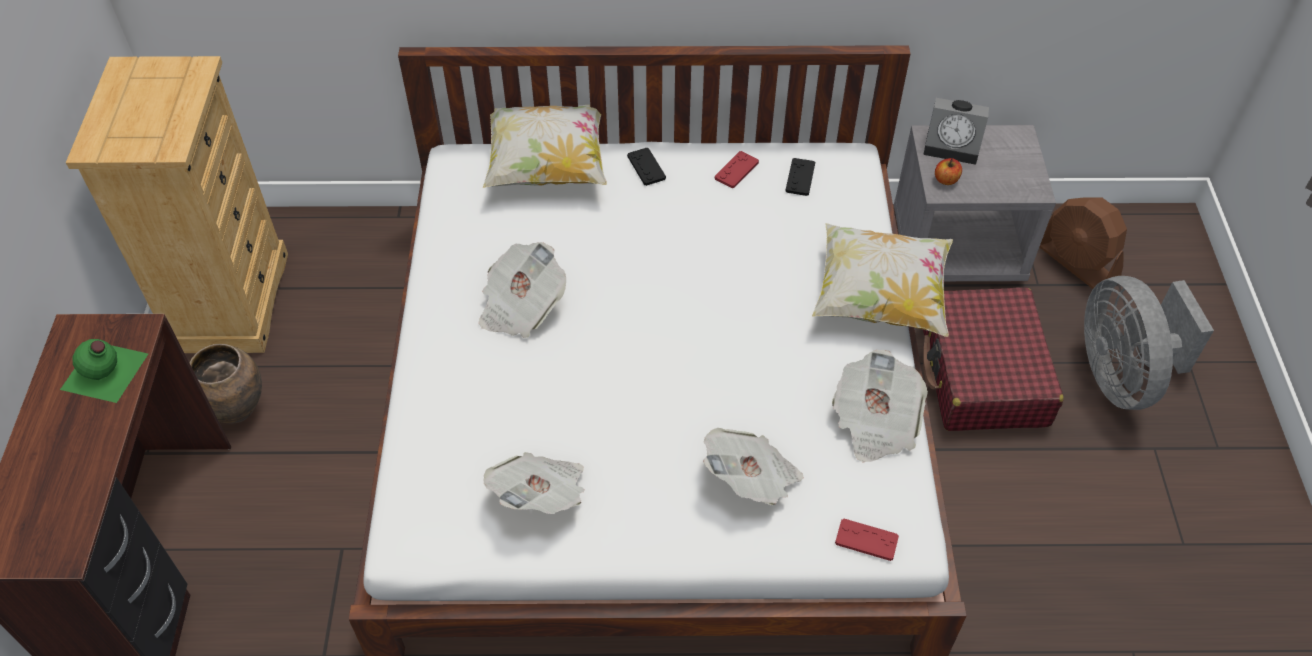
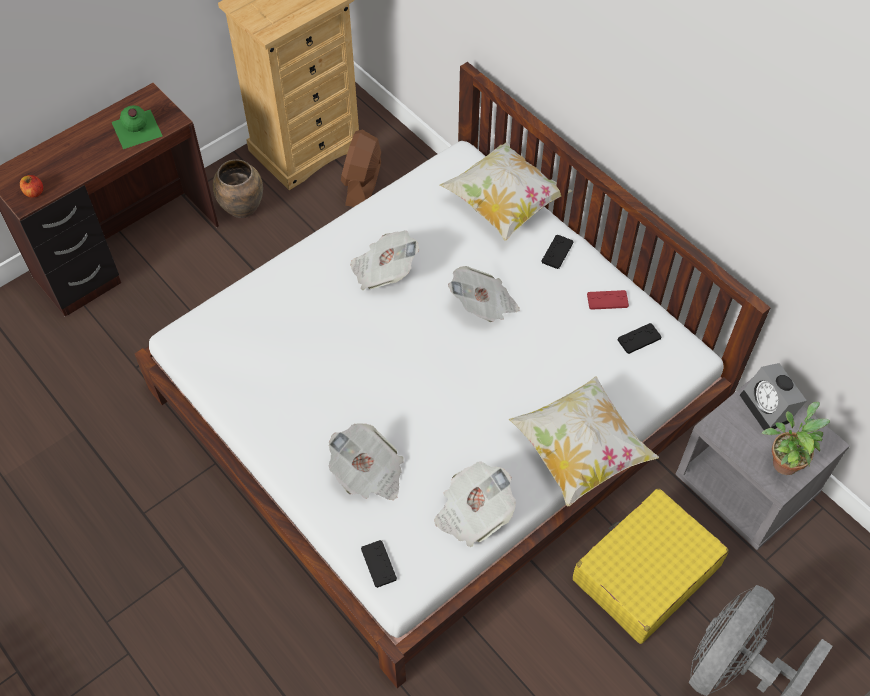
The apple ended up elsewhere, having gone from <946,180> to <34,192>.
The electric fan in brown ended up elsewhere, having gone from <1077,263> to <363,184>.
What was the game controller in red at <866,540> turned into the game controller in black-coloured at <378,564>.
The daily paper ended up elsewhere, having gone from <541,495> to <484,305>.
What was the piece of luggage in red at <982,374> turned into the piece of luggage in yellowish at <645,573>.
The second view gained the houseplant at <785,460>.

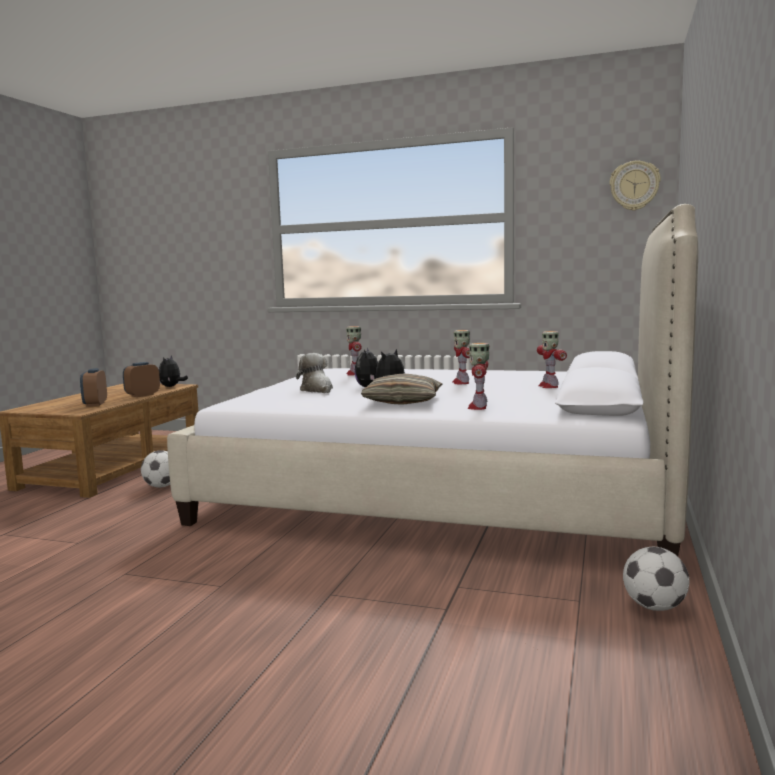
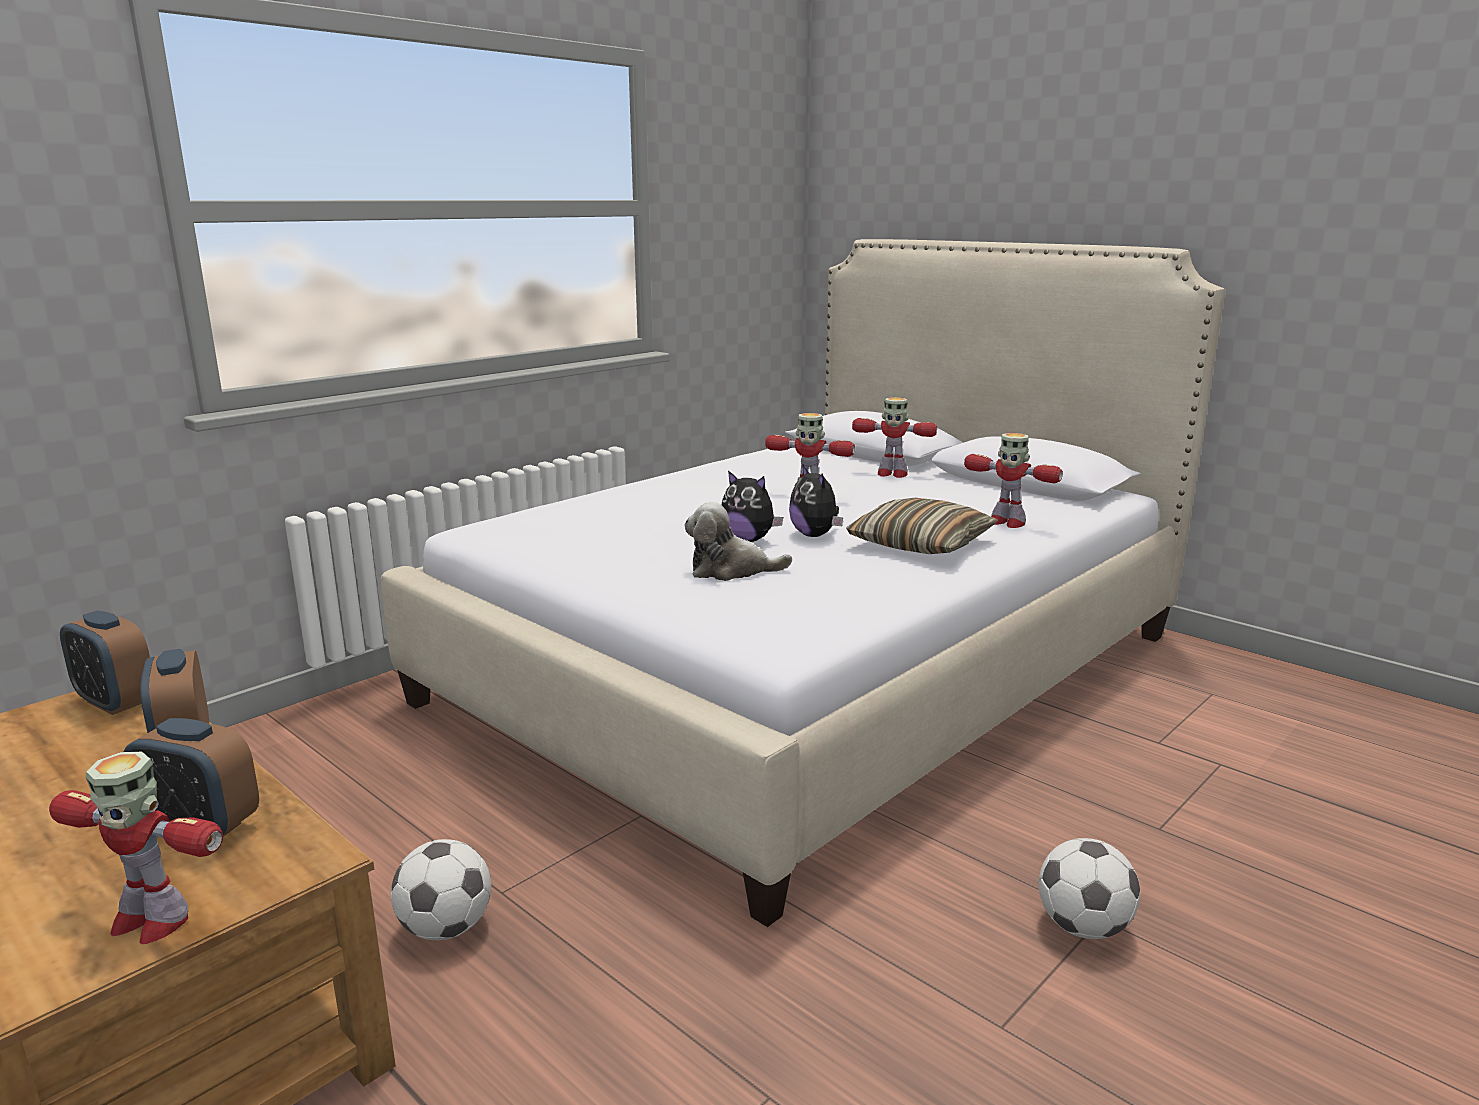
The robot figure ended up elsewhere, having gone from <354,374> to <150,920>.
Where the plush toy stood at <171,386>, the bedside clock came to stand at <116,702>.
The football ended up elsewhere, having gone from <654,607> to <1083,927>.
The second view lost the hanging clock at <634,186>.

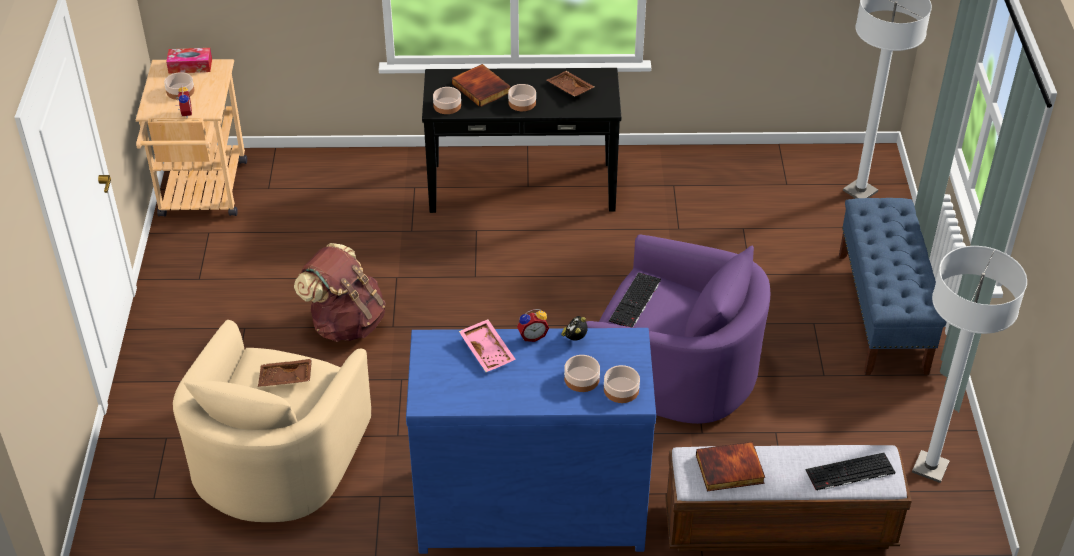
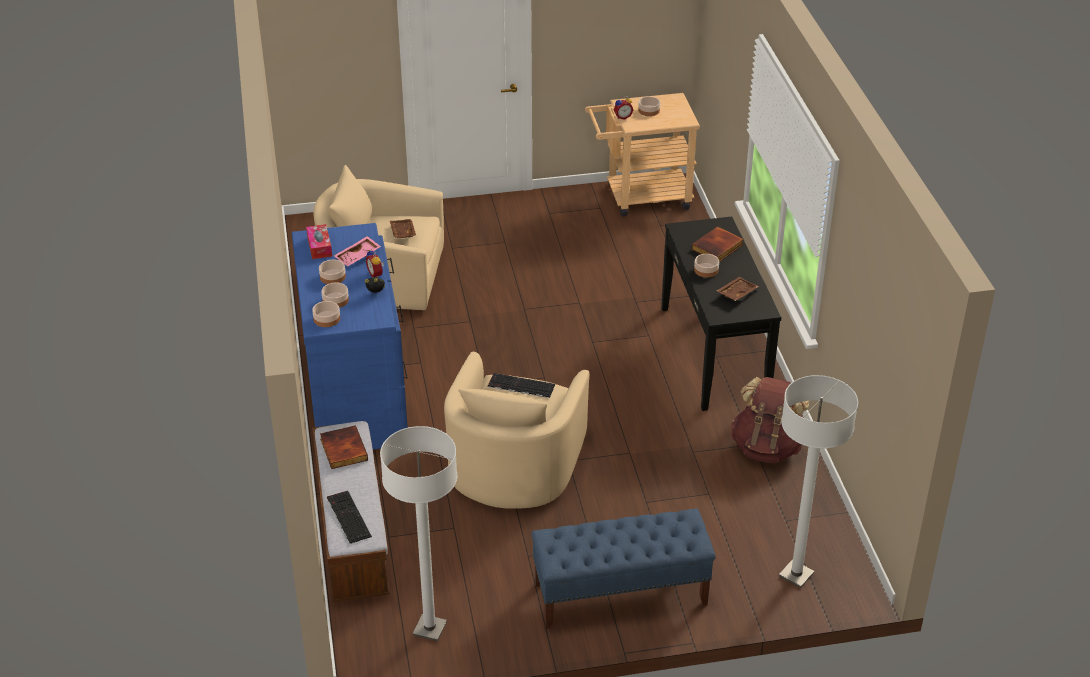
The tissue holder ended up elsewhere, having gone from <190,66> to <319,246>.
The serving bowl ended up elsewhere, having gone from <447,105> to <333,277>.
What was the armchair in purplish at <675,369> turned into the armchair in beige-coloured at <513,463>.
The backpack in brown ended up elsewhere, having gone from <346,323> to <766,447>.

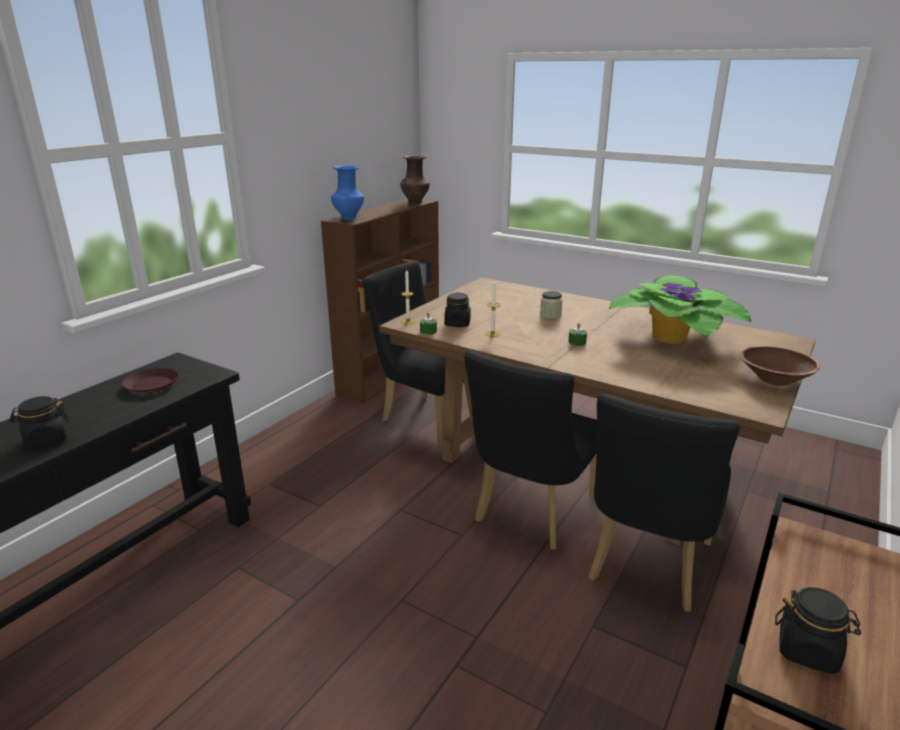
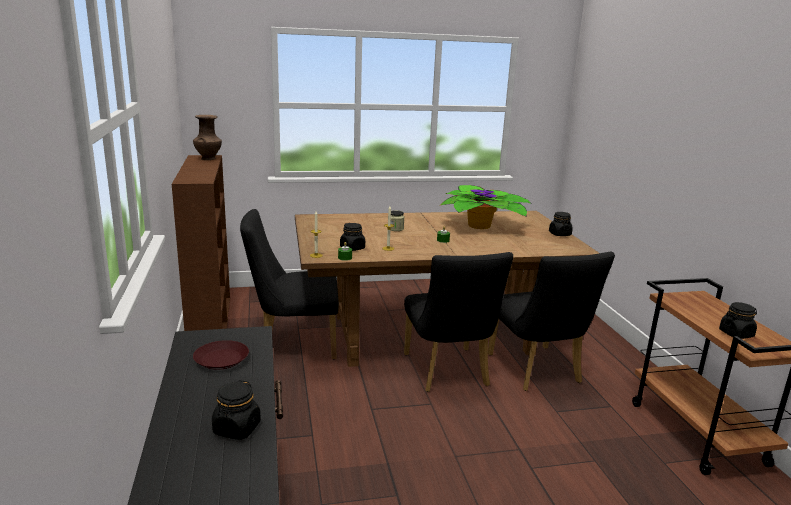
Where the serving bowl in brown stood at <774,379>, the jar in black-coloured came to stand at <559,234>.
The second view lost the decorative vase in blue at <348,218>.

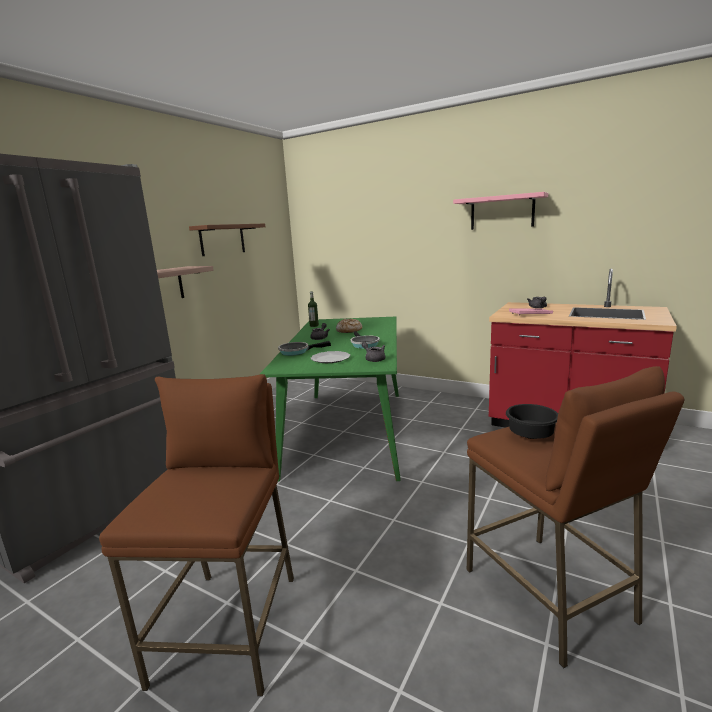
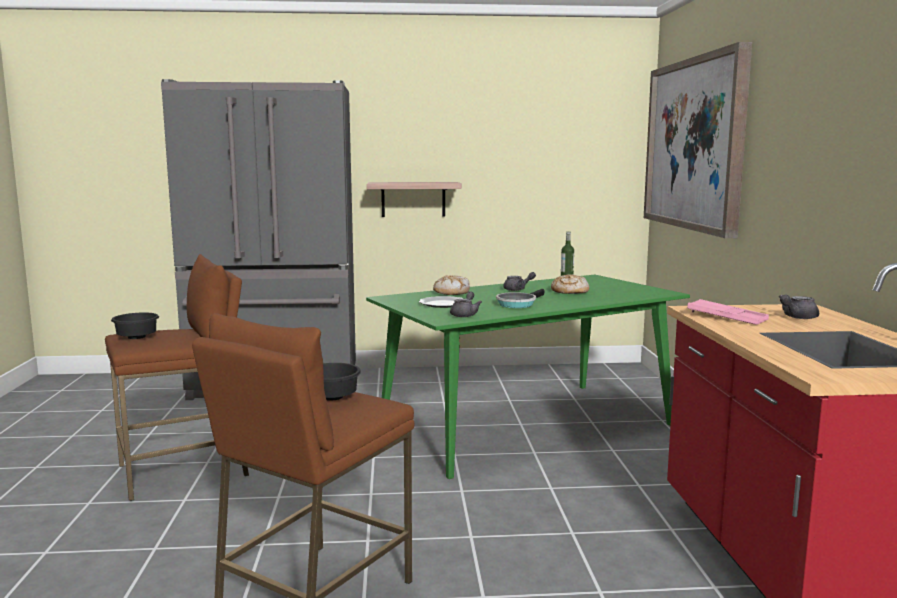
The second view gained the serving bowl in black-coloured at <138,338>.
Where the pan stood at <296,351>, the bread came to stand at <451,292>.
The second view gained the wall picture at <694,144>.
The second view lost the bracket shelf in brown at <222,239>.
The second view lost the bracket shelf in pinkish at <502,212>.

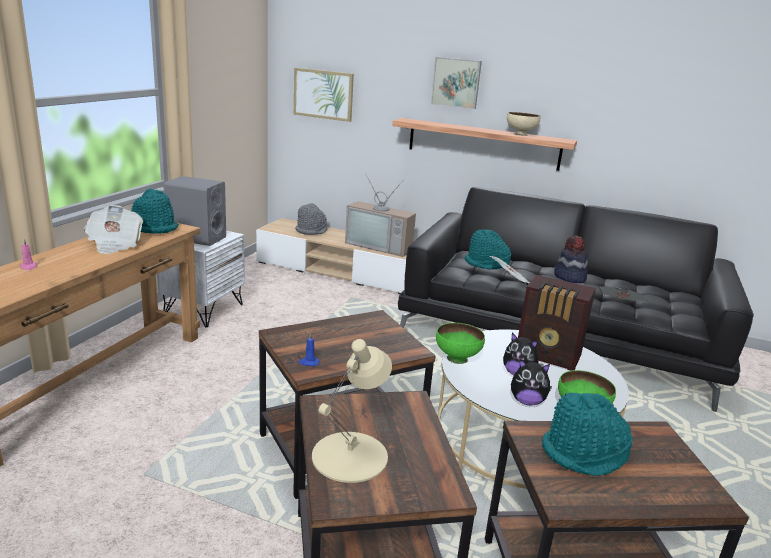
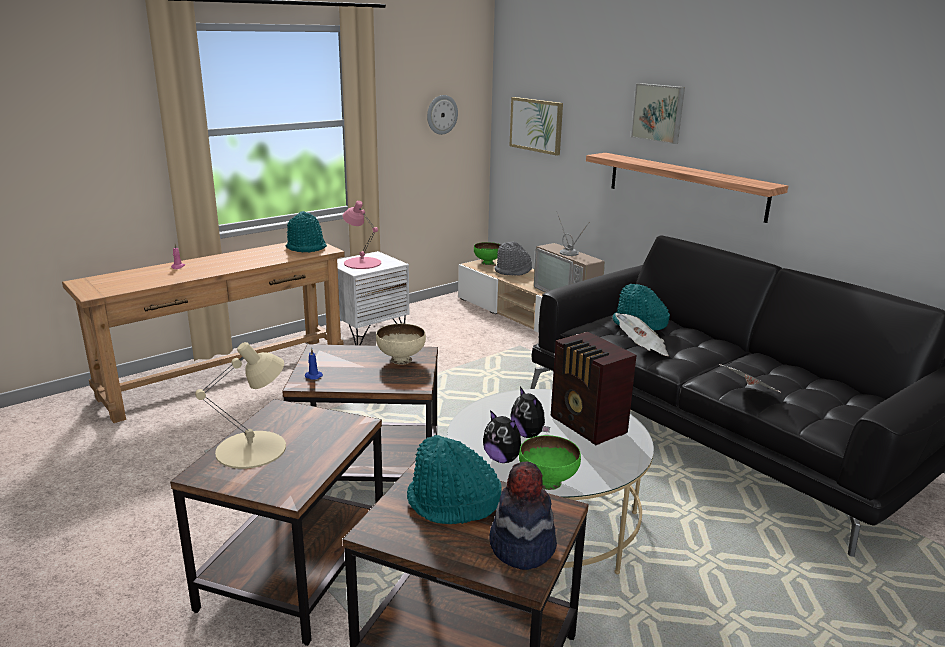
Where the loudspeaker in gray stood at <197,238>, the table lamp in pinkish came to stand at <362,263>.
The serving bowl in beige-coloured ended up elsewhere, having gone from <520,134> to <400,360>.
The second view gained the hanging clock at <441,114>.
The serving bowl in green-coloured ended up elsewhere, having gone from <457,359> to <487,263>.
The hat ended up elsewhere, having gone from <569,277> to <521,546>.
The second view lost the daily paper at <114,244>.

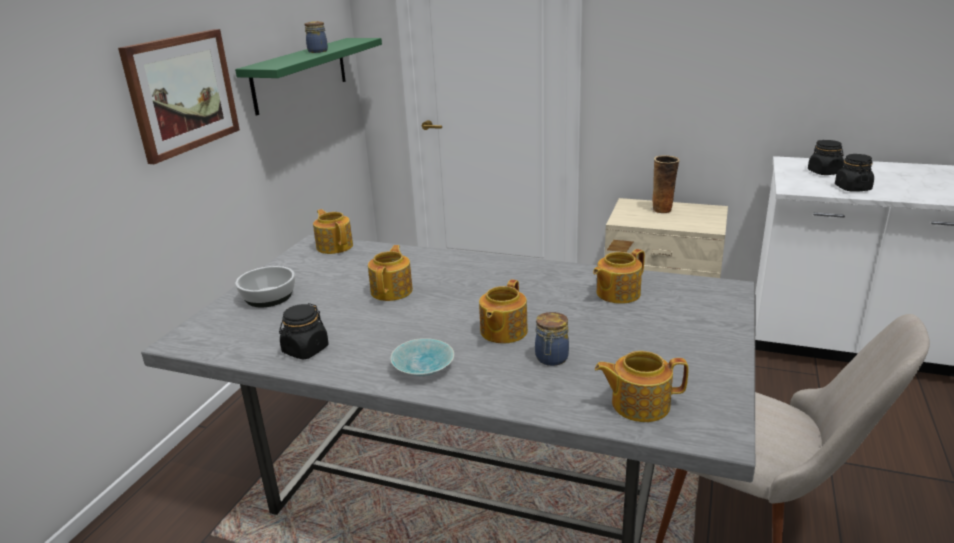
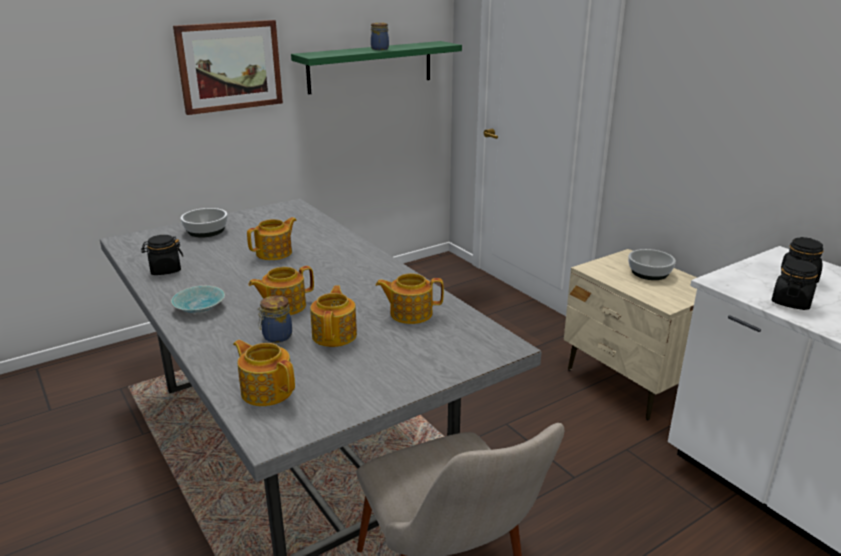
The pot for tea ended up elsewhere, having gone from <335,246> to <335,335>.
Where the decorative vase stood at <663,210>, the serving bowl came to stand at <649,272>.

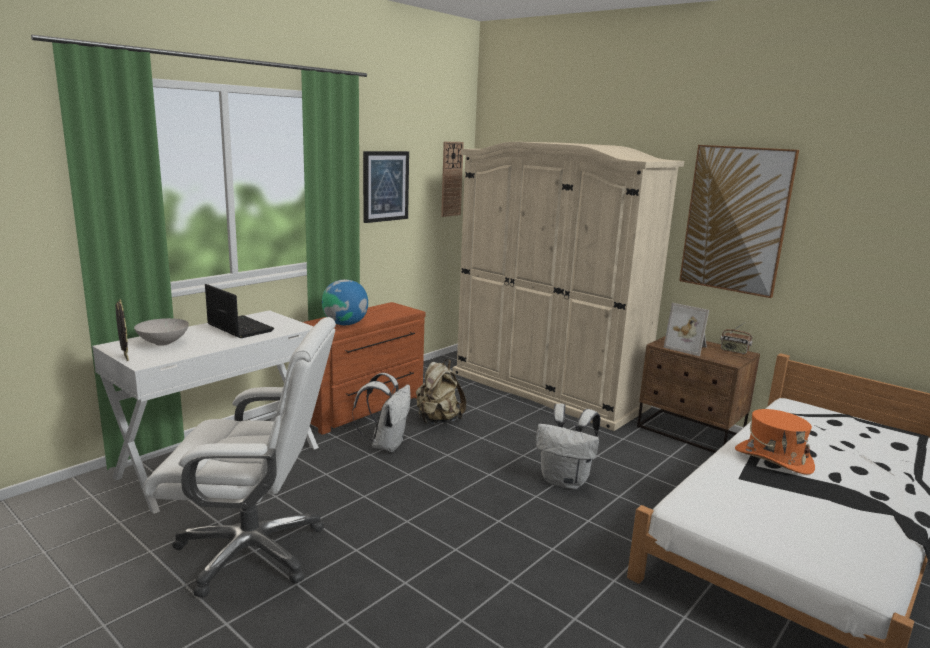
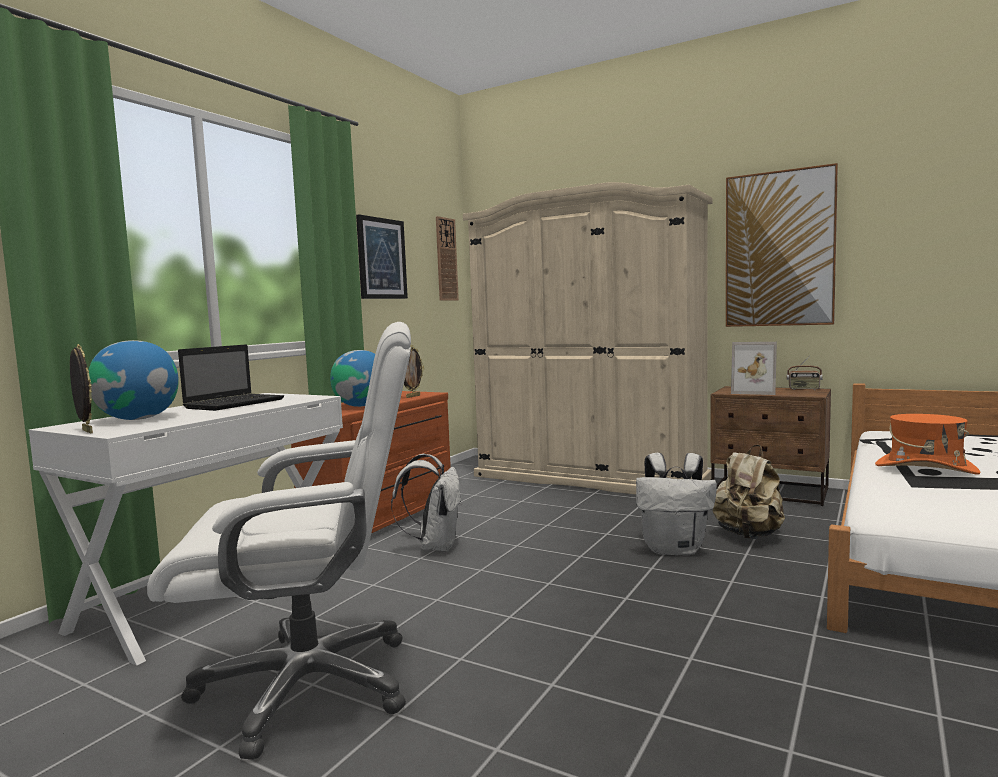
Where the serving bowl in whitish stood at <164,343>, the globe came to stand at <138,419>.
The portable computer at <239,328> ended up facing another way, 90 degrees clockwise from before.
The second view gained the picture frame at <412,396>.
The backpack in beige-coloured ended up elsewhere, having gone from <438,420> to <748,535>.

